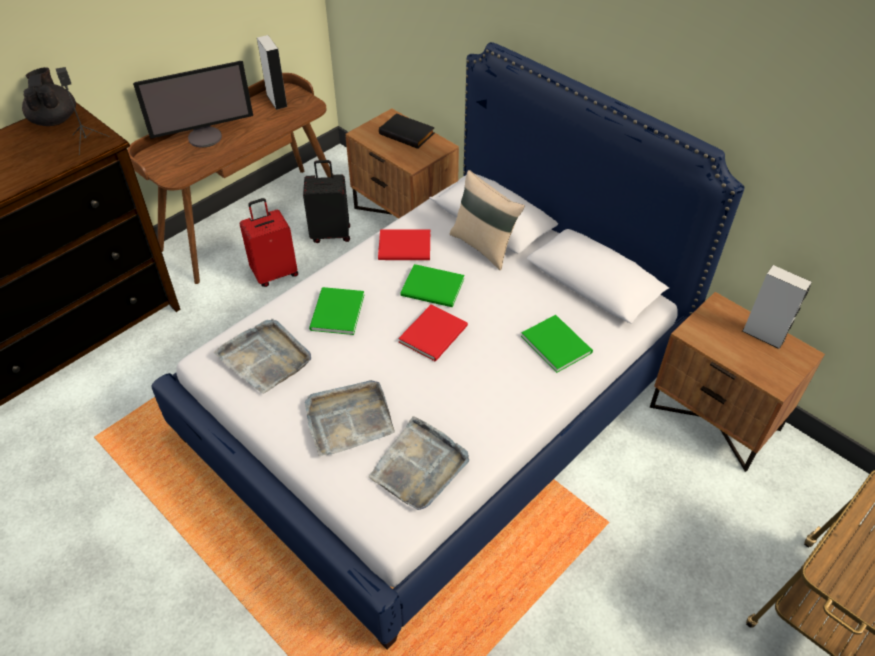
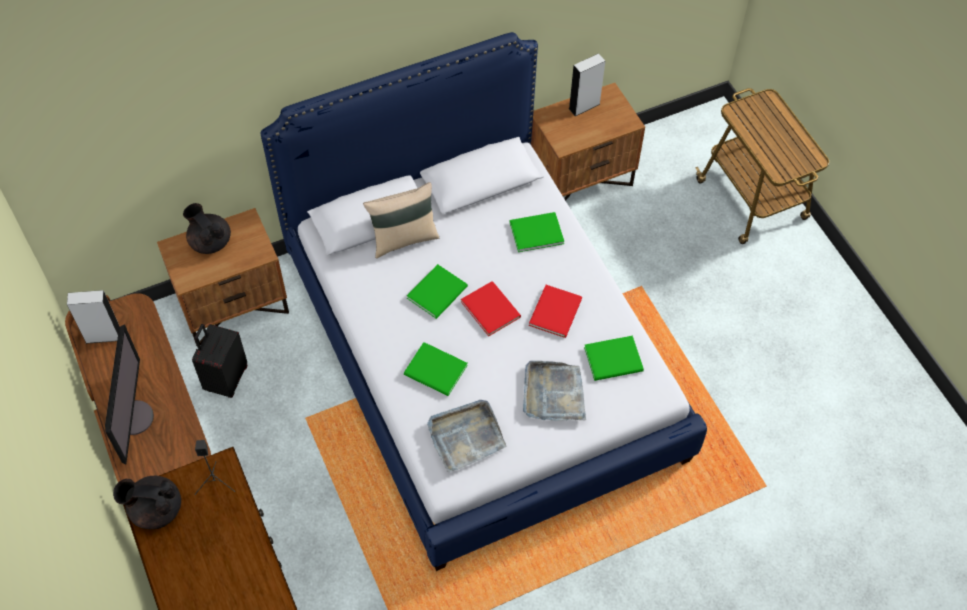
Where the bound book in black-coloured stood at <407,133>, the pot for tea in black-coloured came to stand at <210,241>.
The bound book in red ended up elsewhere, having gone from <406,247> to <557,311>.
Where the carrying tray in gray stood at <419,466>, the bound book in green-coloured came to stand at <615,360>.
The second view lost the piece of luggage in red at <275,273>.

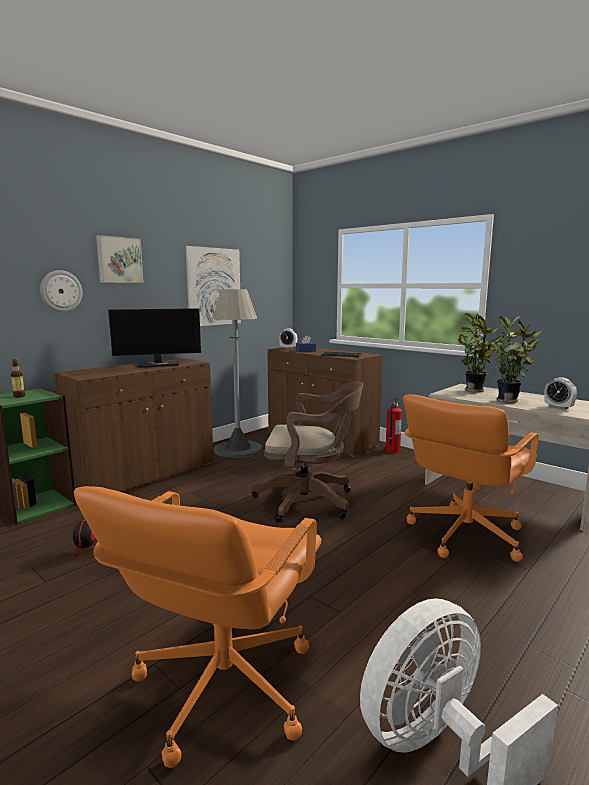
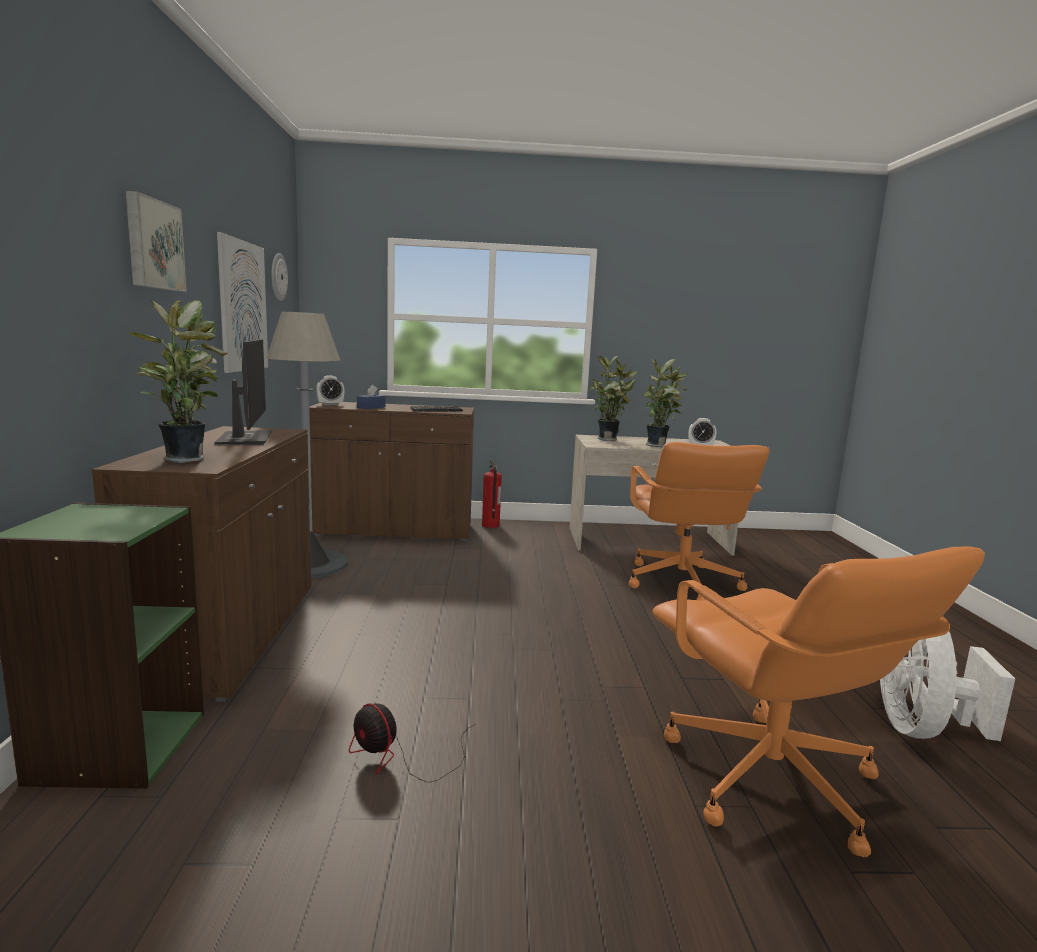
The second view gained the houseplant at <186,459>.
The computer screen at <159,364> ended up facing another way, 45 degrees counterclockwise from before.
The hanging clock ended up elsewhere, having gone from <61,291> to <278,277>.
The second view lost the beverage bottle at <19,396>.
The second view lost the office chair in brown at <310,501>.

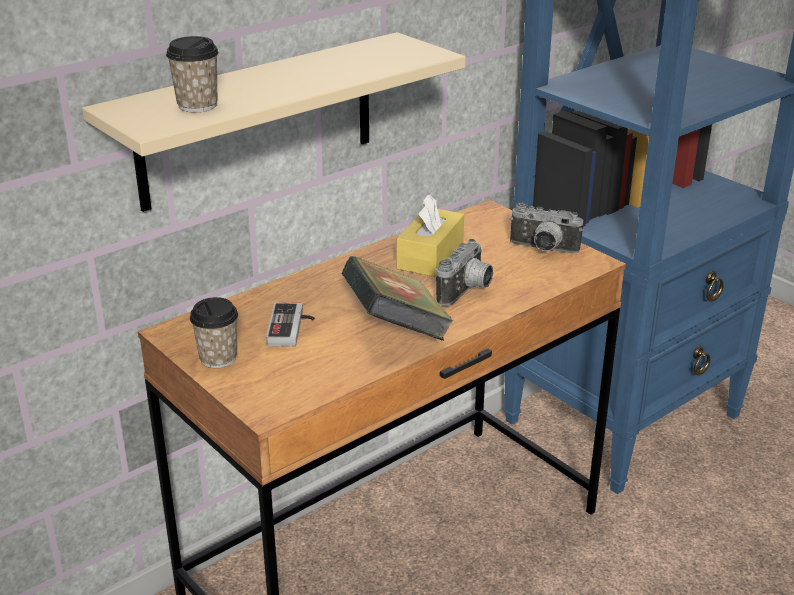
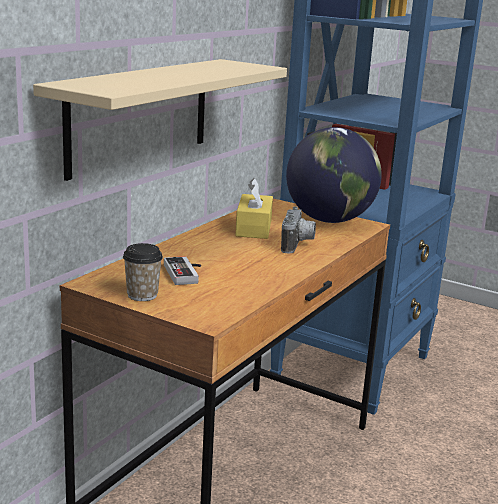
Where the photo camera stood at <542,250>, the globe came to stand at <329,220>.
The second view lost the drinking cup at <197,105>.
The second view lost the bound book at <395,331>.

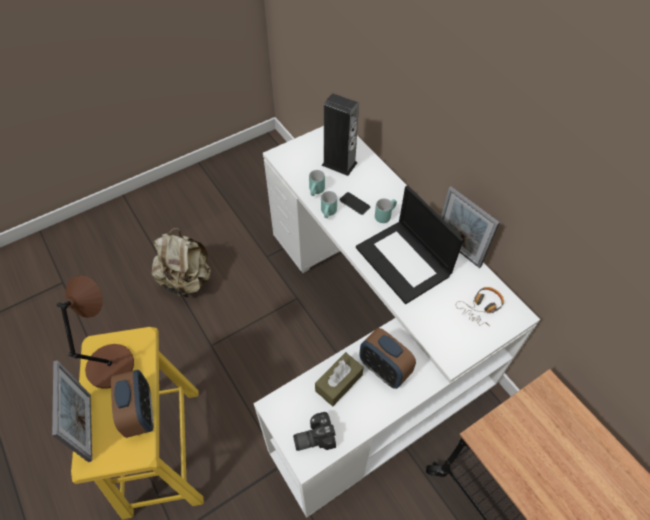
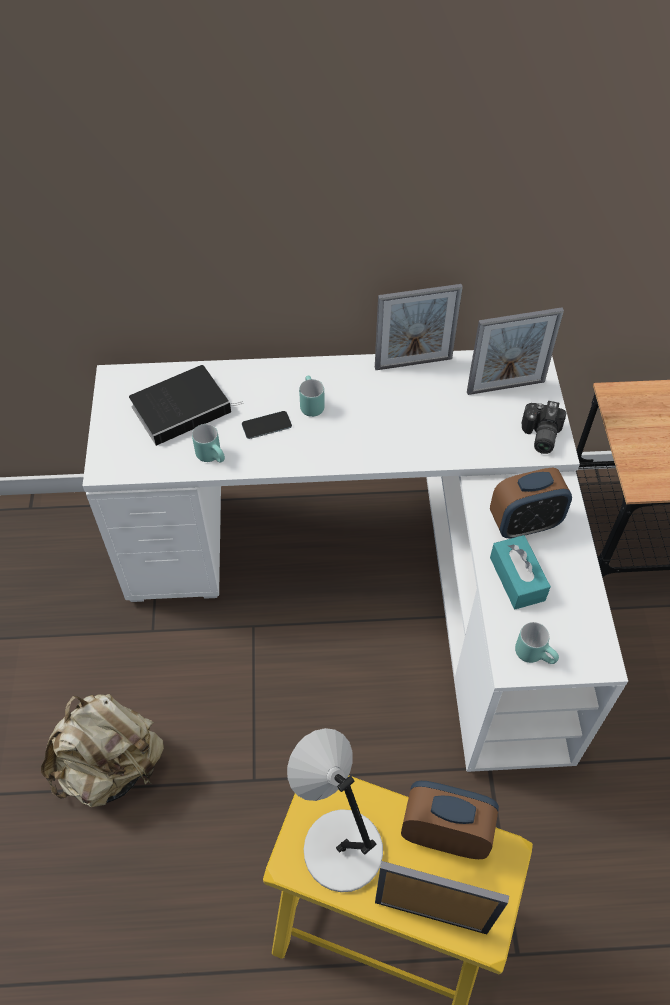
Where the loudspeaker stood at <339,164>, the bound book came to stand at <183,407>.
What was the table lamp in brown at <112,363> turned into the table lamp in gray at <339,846>.
Where the headset stood at <481,308>, the picture frame came to stand at <505,387>.
What was the tissue holder in brown at <339,383> turned into the tissue holder in turquoise at <517,579>.
The coffee mug in turquoise ended up elsewhere, having gone from <329,213> to <535,654>.
The photo camera ended up elsewhere, having gone from <313,436> to <539,436>.
The second view lost the portable computer at <404,261>.

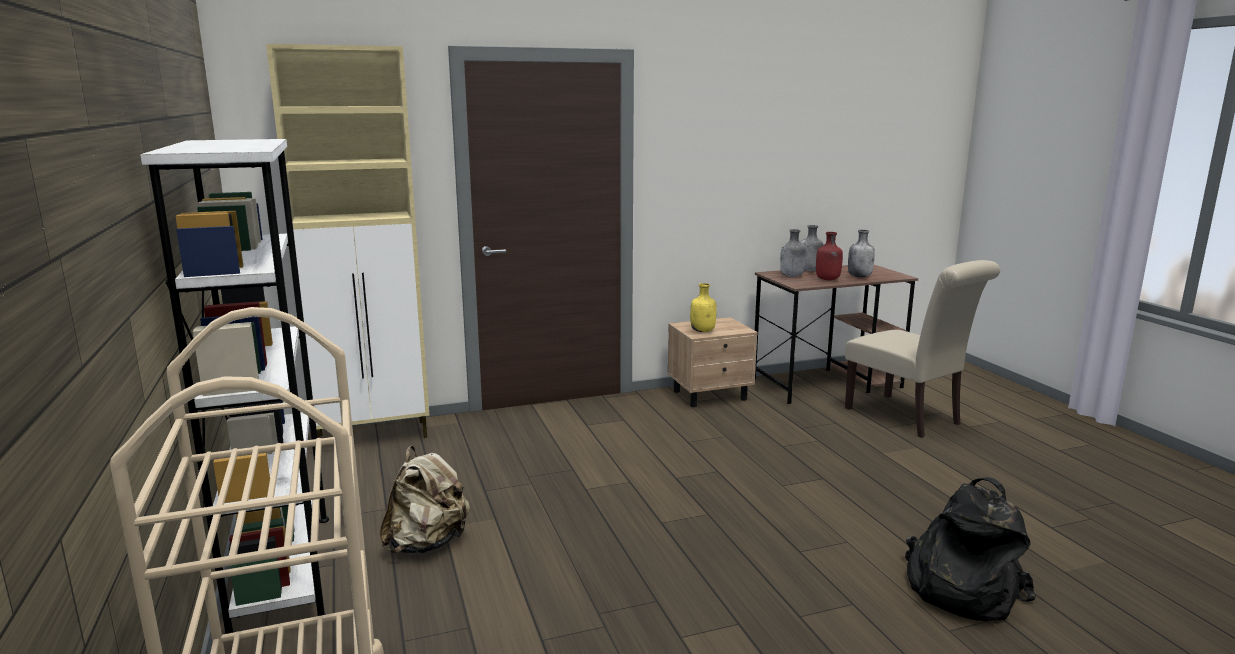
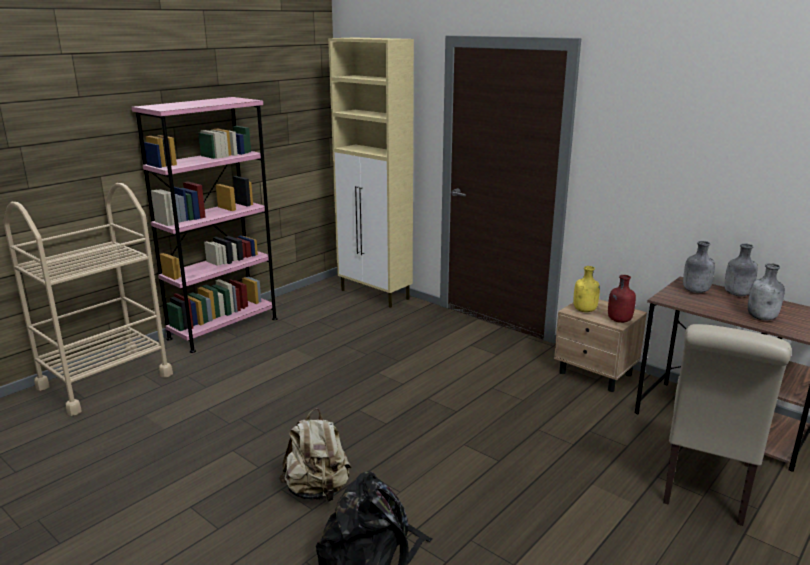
What was the bookshelf in whitish at <282,571> turned into the bookshelf in pinkish at <223,328>.
The backpack in beige-coloured ended up elsewhere, having gone from <427,544> to <317,491>.
The beverage bottle in red ended up elsewhere, having gone from <827,279> to <619,320>.

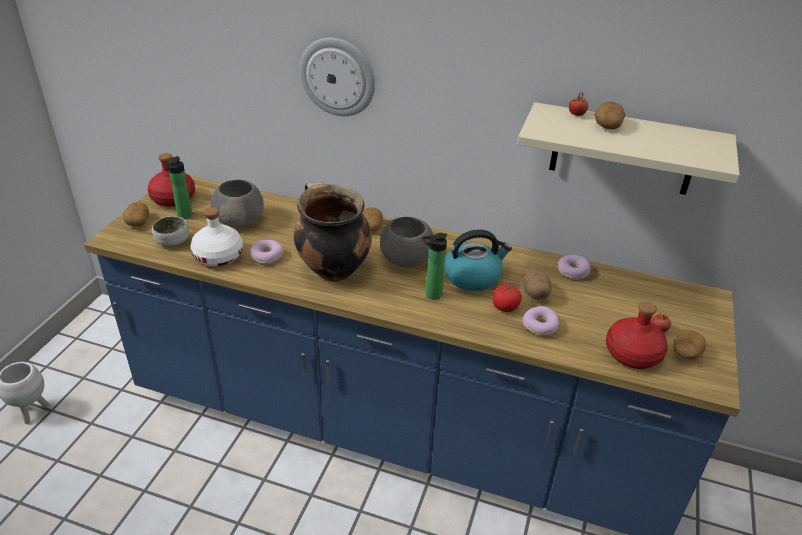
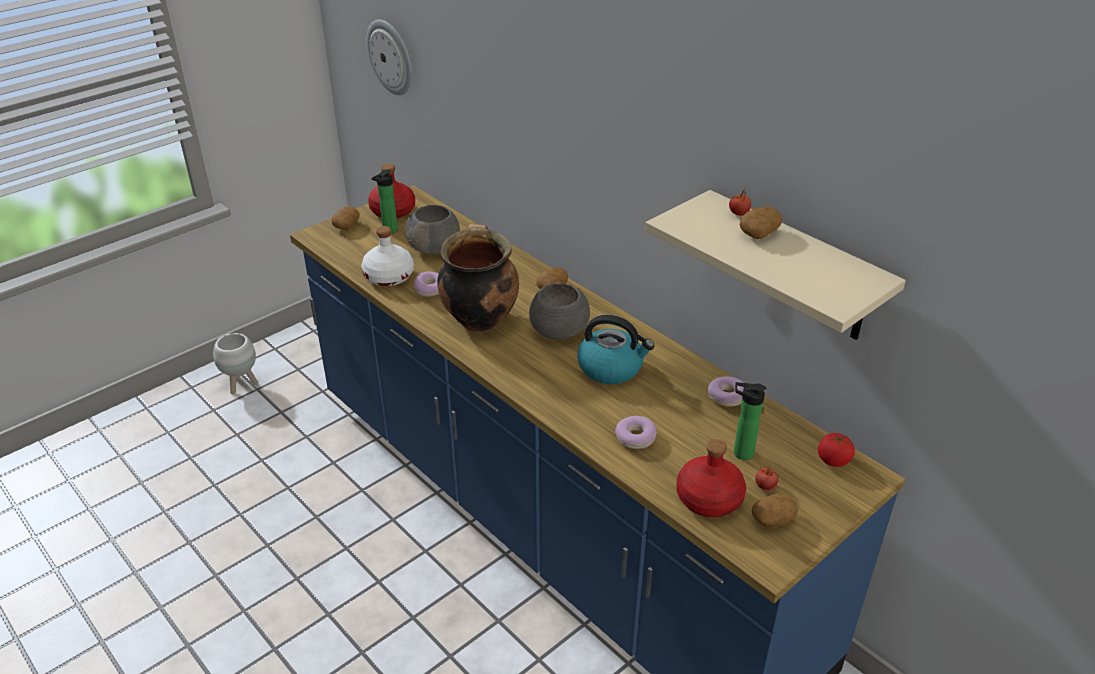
The hanging clock ended up elsewhere, having gone from <338,77> to <391,57>.
The beverage bottle ended up elsewhere, having gone from <431,295> to <740,453>.
The whole tomato ended up elsewhere, having gone from <505,307> to <833,460>.
The second view lost the serving bowl at <172,241>.
The second view lost the spud at <535,293>.

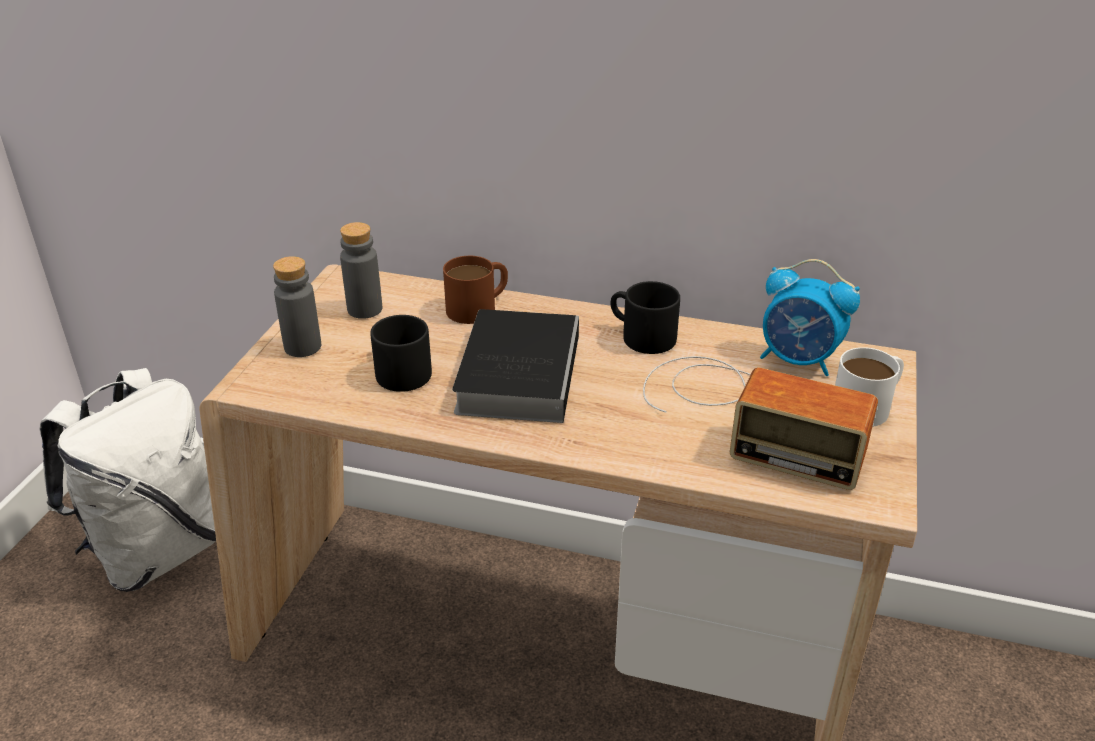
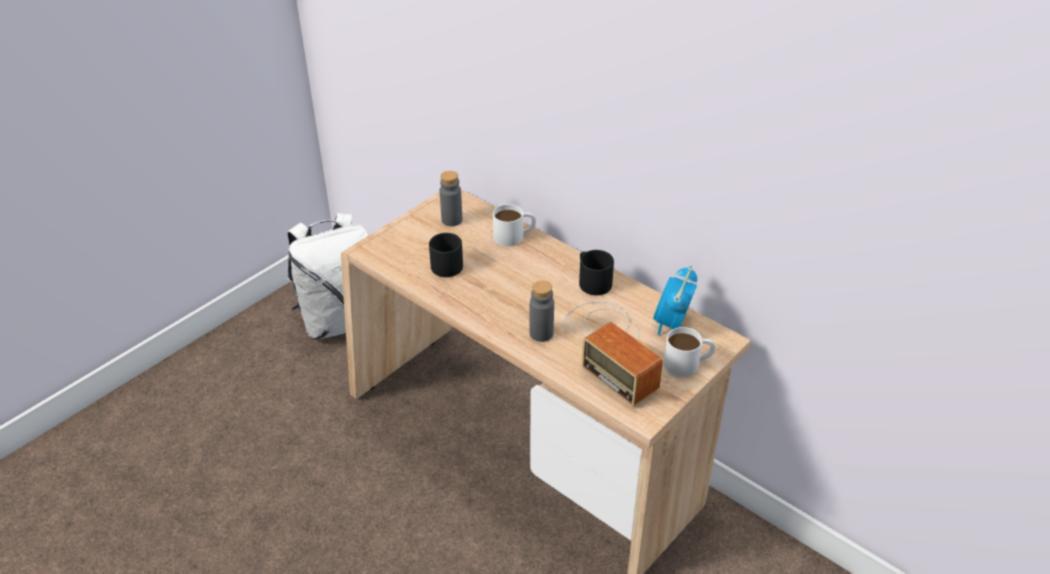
What was the coffee mug in brown at <479,307> turned into the coffee mug in whitish at <514,236>.
The beverage bottle in gray ended up elsewhere, having gone from <302,347> to <541,333>.
The bedside clock at <799,360> ended up facing another way, 60 degrees clockwise from before.
The second view lost the bound book at <518,370>.

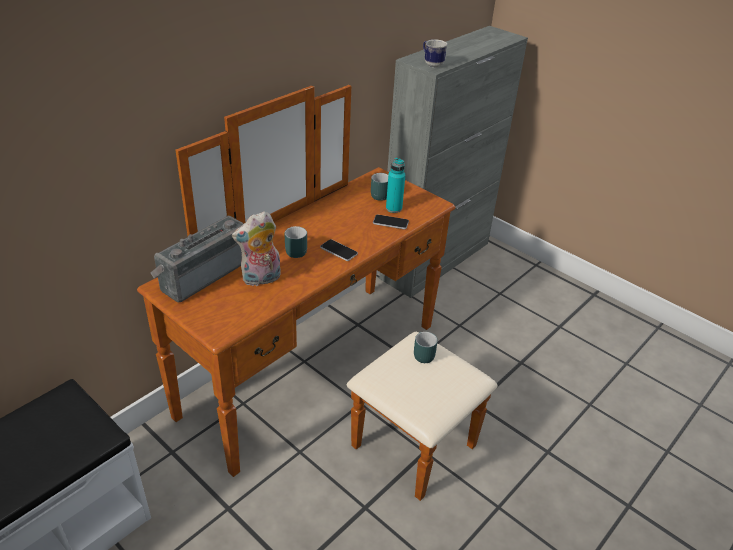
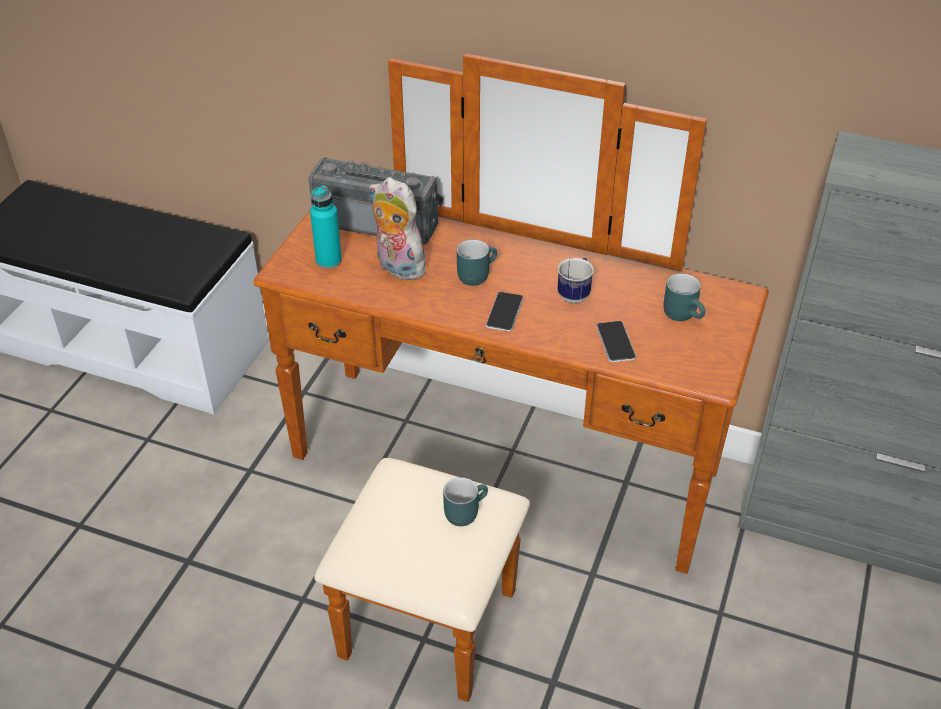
The beverage bottle in turquoise ended up elsewhere, having gone from <394,208> to <328,261>.
The coffee mug ended up elsewhere, having gone from <431,64> to <575,294>.

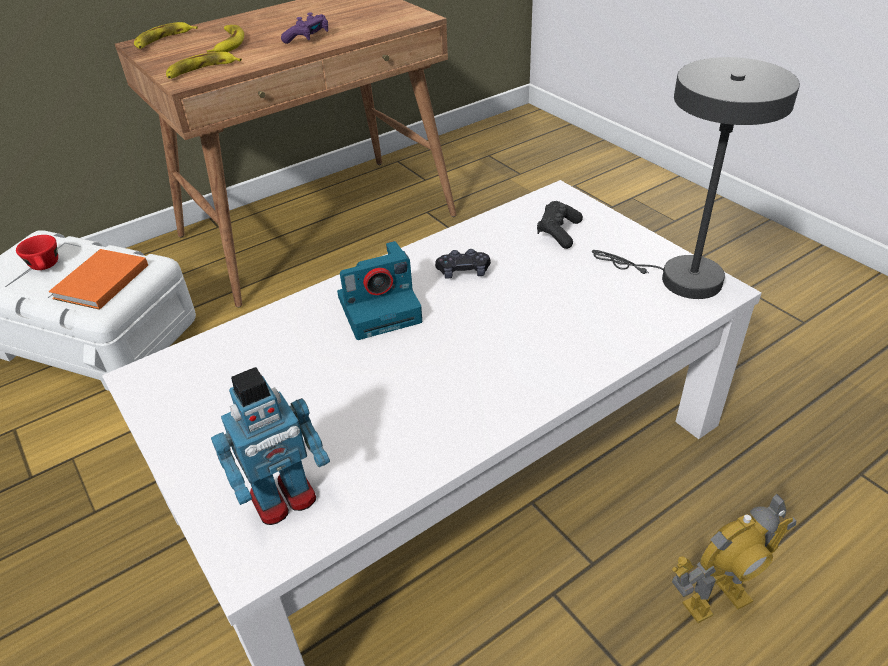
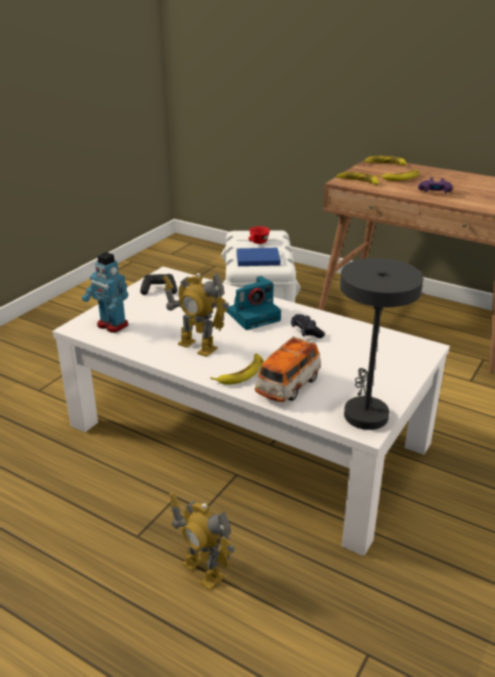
The game controller in black-coloured ended up elsewhere, having gone from <558,233> to <159,290>.
The second view gained the robot figure at <197,347>.
The second view gained the whole banana at <241,373>.
The photo camera at <381,308> ended up facing another way, 75 degrees counterclockwise from before.
What was the bound book in orangey at <99,283> turned into the bound book in blue at <256,259>.
The second view gained the toy car at <288,386>.

